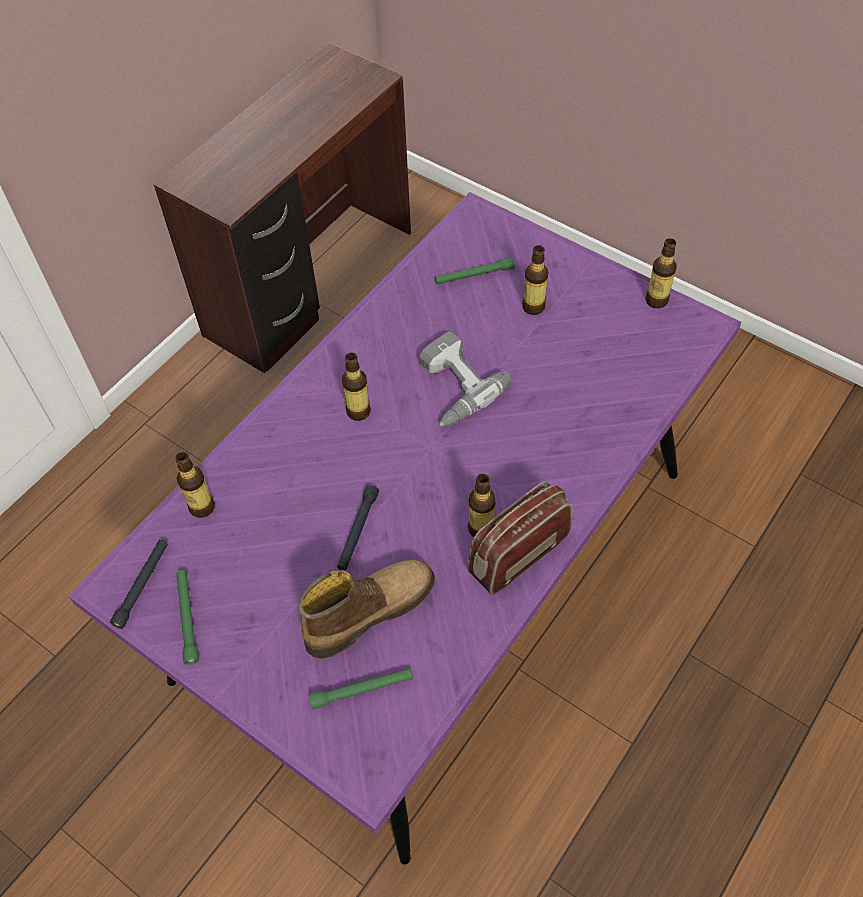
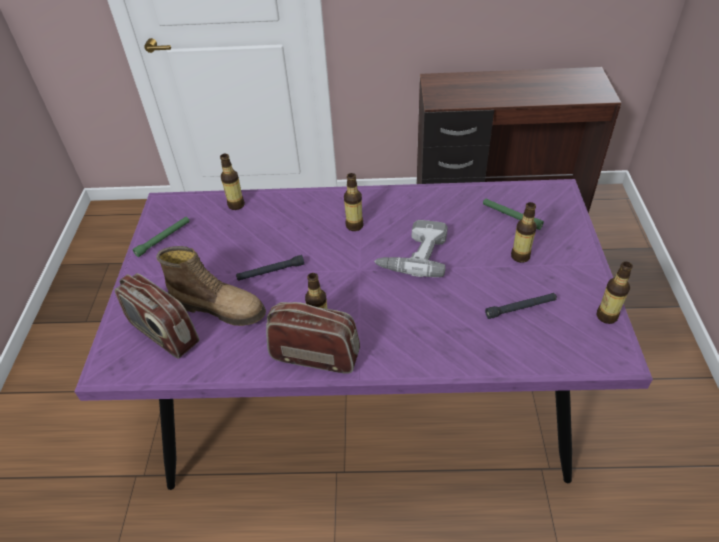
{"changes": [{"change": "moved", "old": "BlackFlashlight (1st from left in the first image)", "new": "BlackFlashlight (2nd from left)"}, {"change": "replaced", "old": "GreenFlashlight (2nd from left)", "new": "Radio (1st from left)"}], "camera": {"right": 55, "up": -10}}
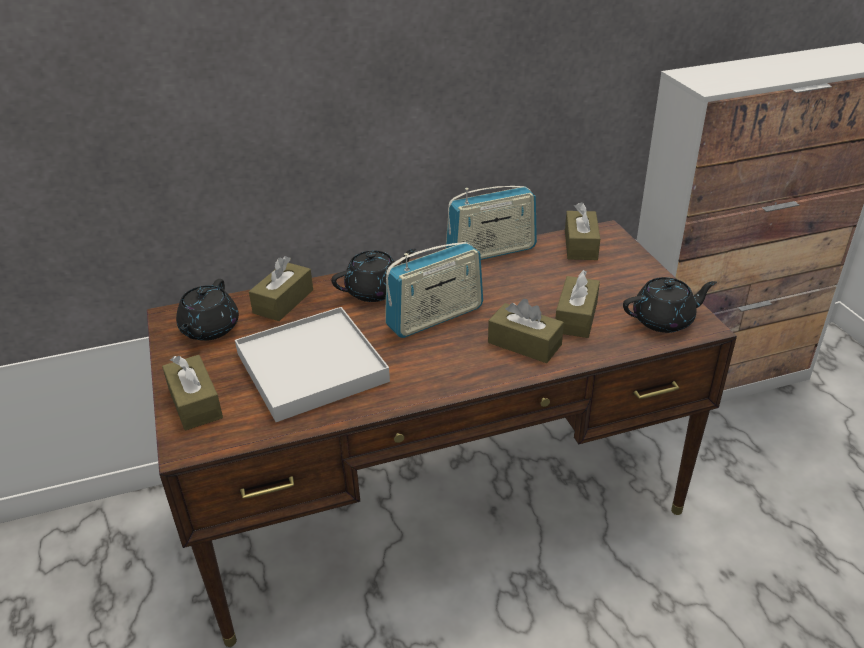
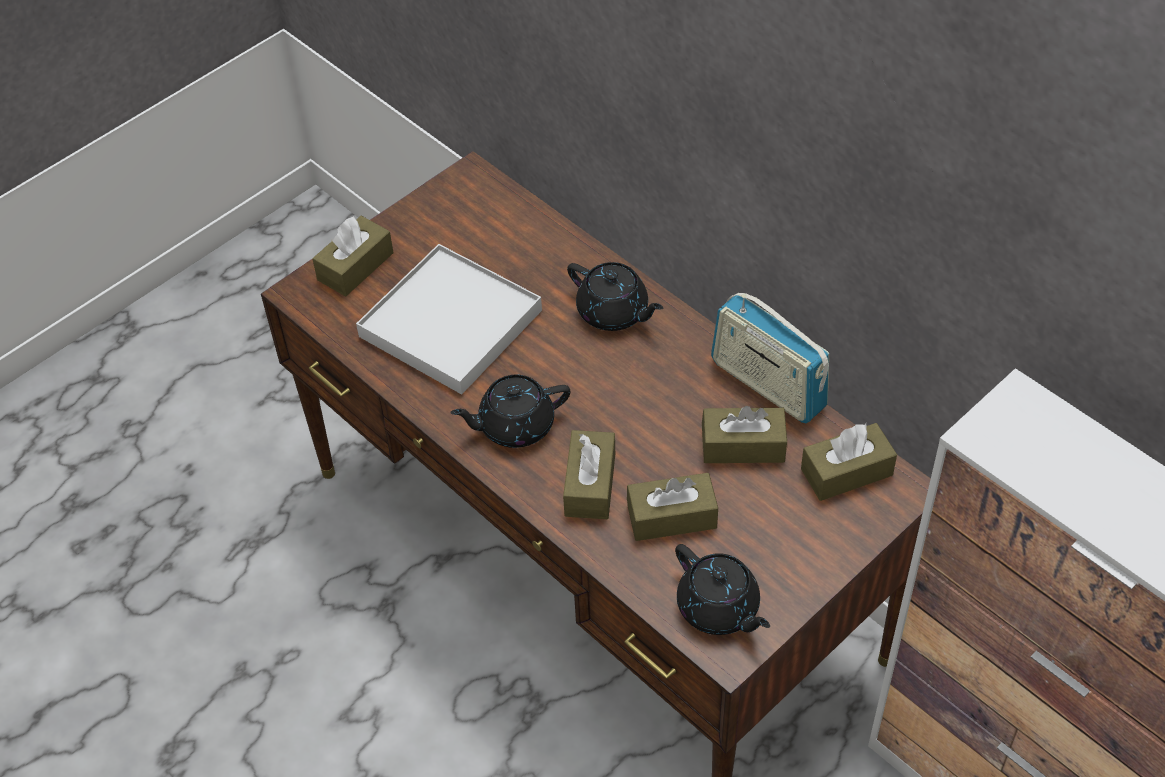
{"changes": [{"change": "removed", "old": "Radio (1st from left)"}, {"change": "moved", "old": "BlackTeapot (1st from left)"}, {"change": "moved", "old": "BrownTissueBox (2nd from left in the first image)", "new": "BrownTissueBox (4th from left)"}], "camera": {"right": 65, "up": 15}}
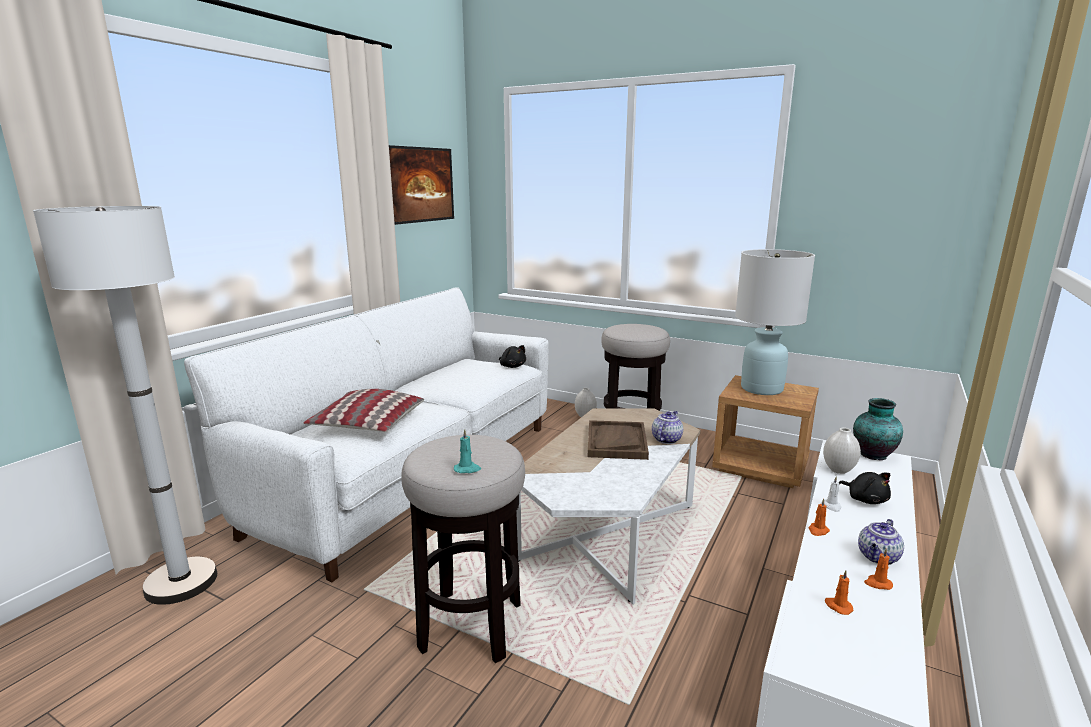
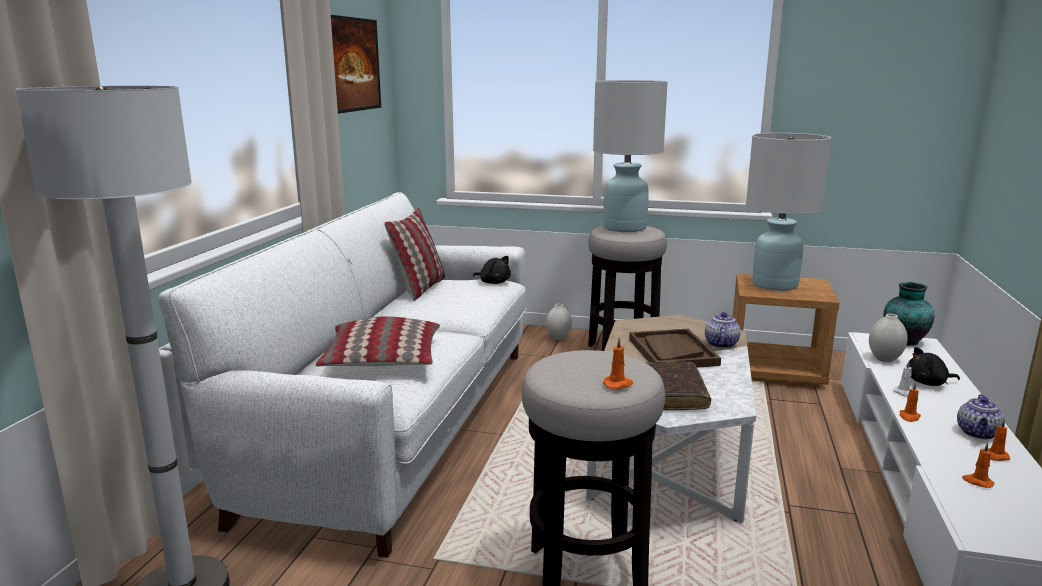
{"changes": [{"change": "added", "new": "Pillow (2nd from left)"}, {"change": "added", "new": "WhiteTableLamp (1st from left)"}, {"change": "added", "new": "BrownBook"}, {"change": "recoloured", "old": "TurquoiseCandle", "new": "OrangeCandle (1st from left)"}, {"change": "turned", "old": "BlackPlushToy (2nd from left)", "degrees": 135}], "camera": {"right": -15, "up": 0}}
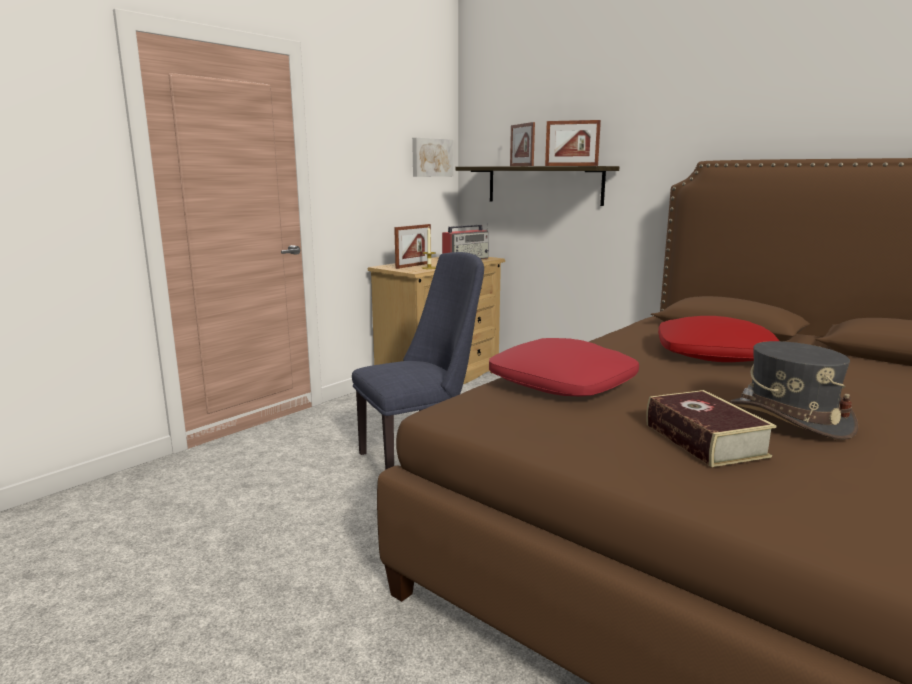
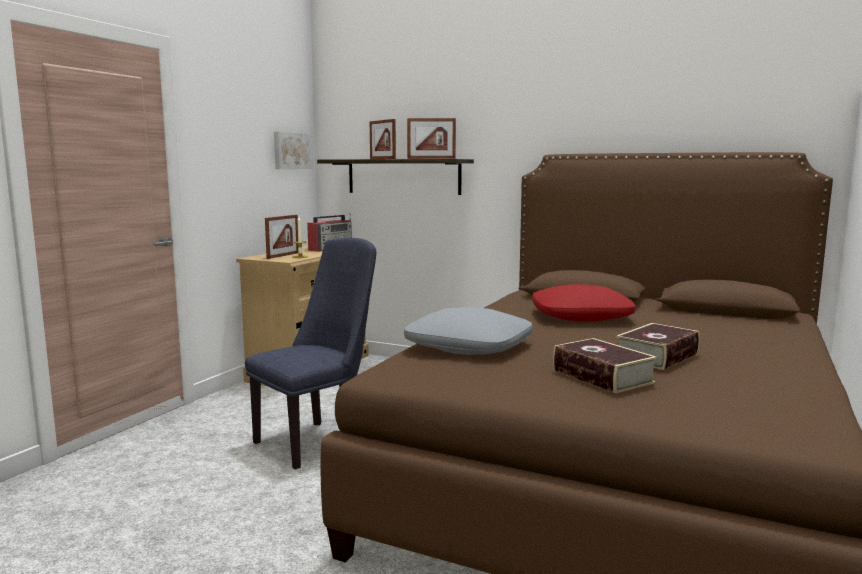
{"changes": [{"change": "replaced", "old": "GreyHat", "new": "Book (2nd from left)"}, {"change": "recoloured", "old": "RedPillow (1st from left)", "new": "GreyPillow"}], "camera": {"right": -15, "up": -5}}
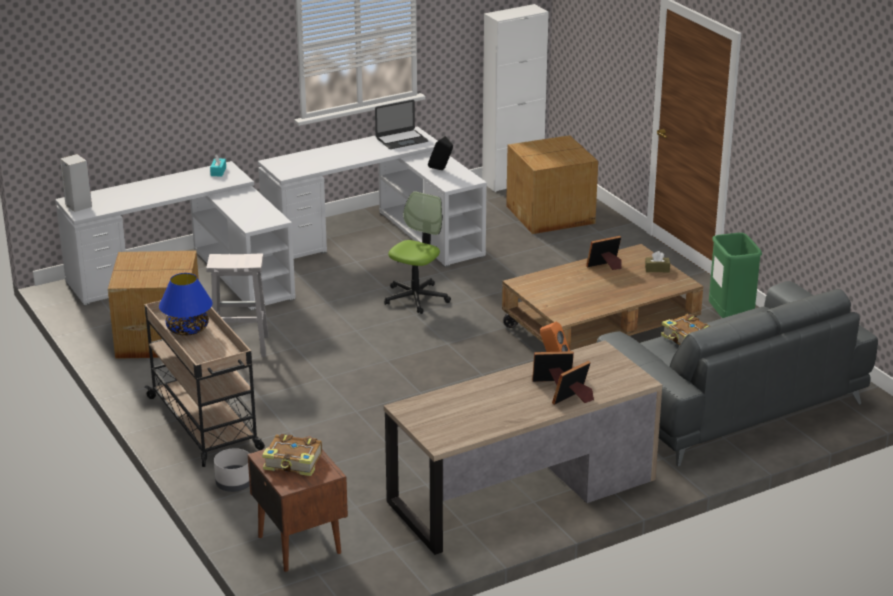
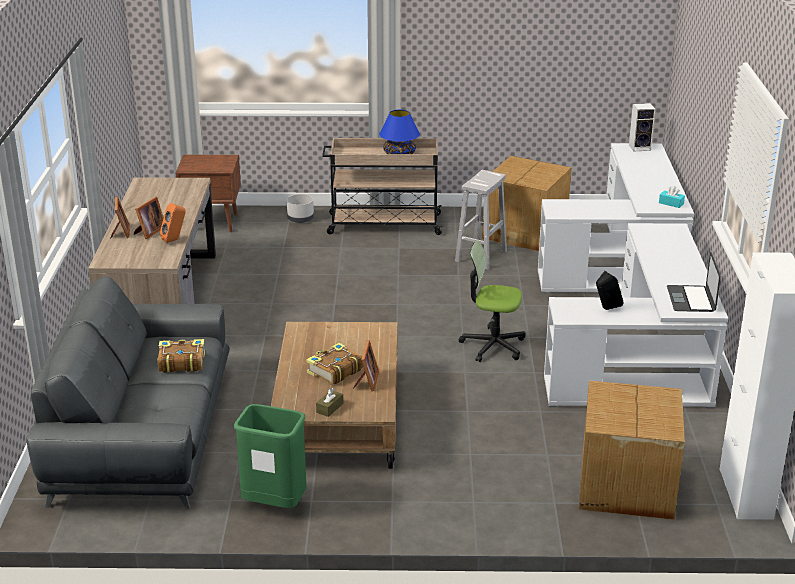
{"changes": [{"change": "moved", "old": "Book (1st from left in the first image)", "new": "Book (2nd from left)"}, {"change": "turned", "old": "OfficeChair", "degrees": 135}], "camera": {"right": 120, "up": 0}}
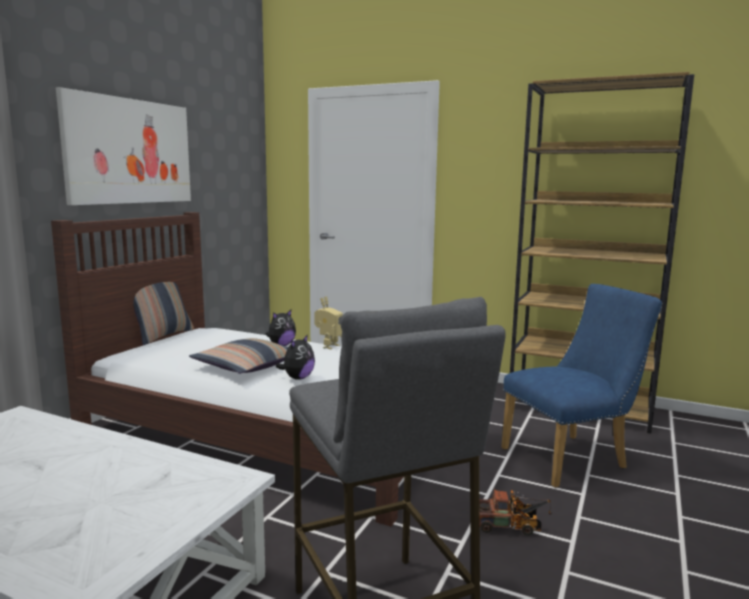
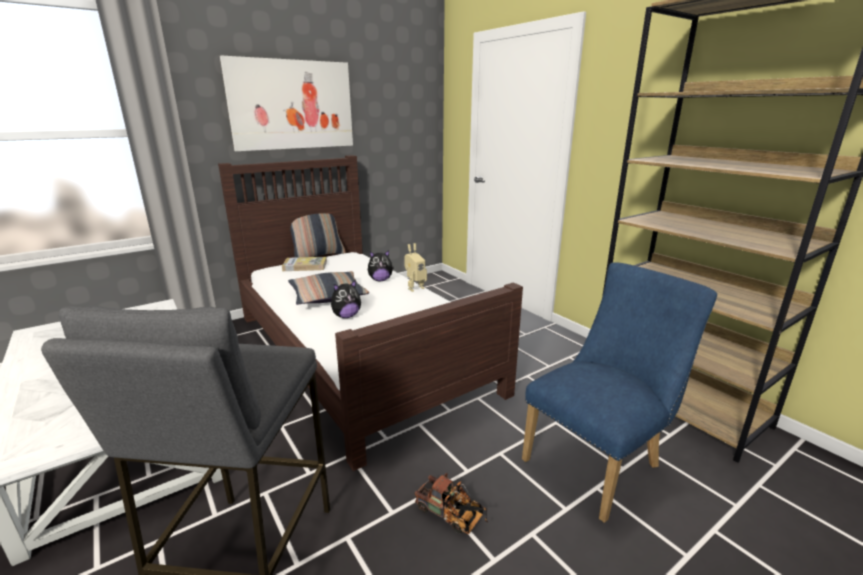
{"changes": [{"change": "added", "new": "Book"}, {"change": "turned", "old": "BlueChair", "degrees": -45}], "camera": {"right": 30, "up": 10}}
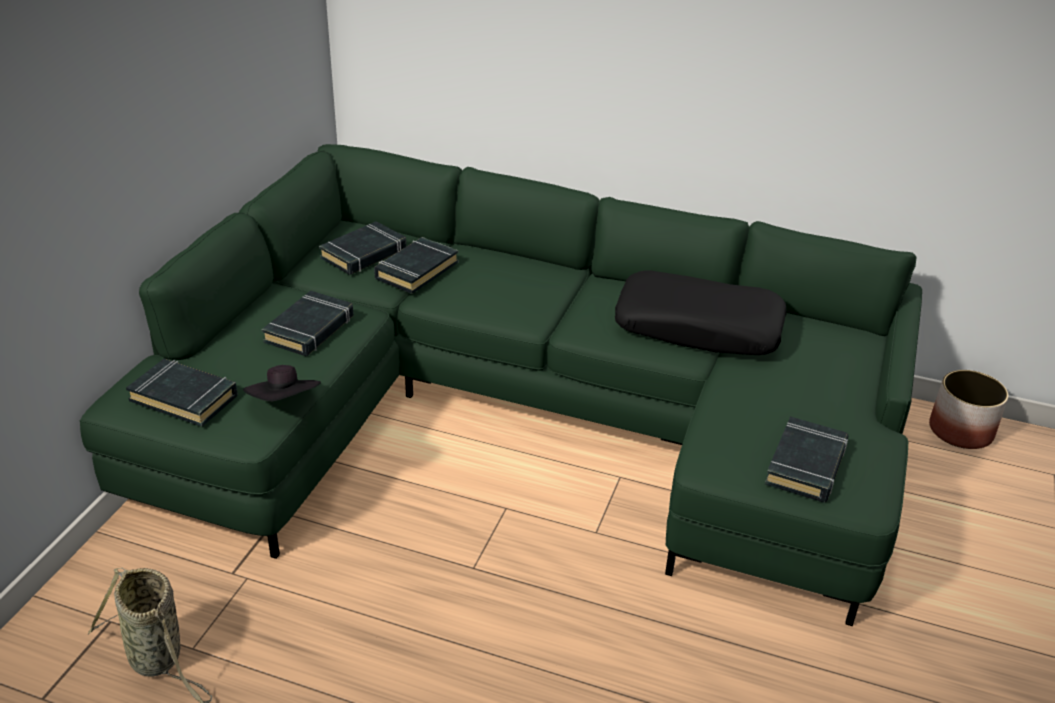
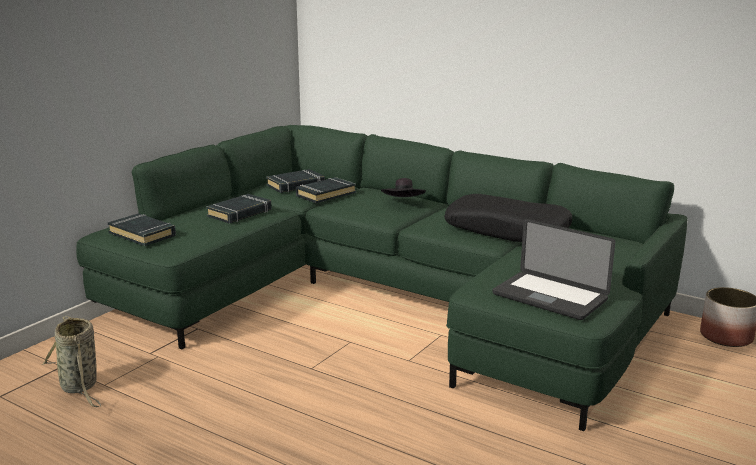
{"changes": [{"change": "moved", "old": "BlackHat"}, {"change": "replaced", "old": "BlackBook (5th from left)", "new": "Laptop"}], "camera": {"right": 15, "up": -15}}
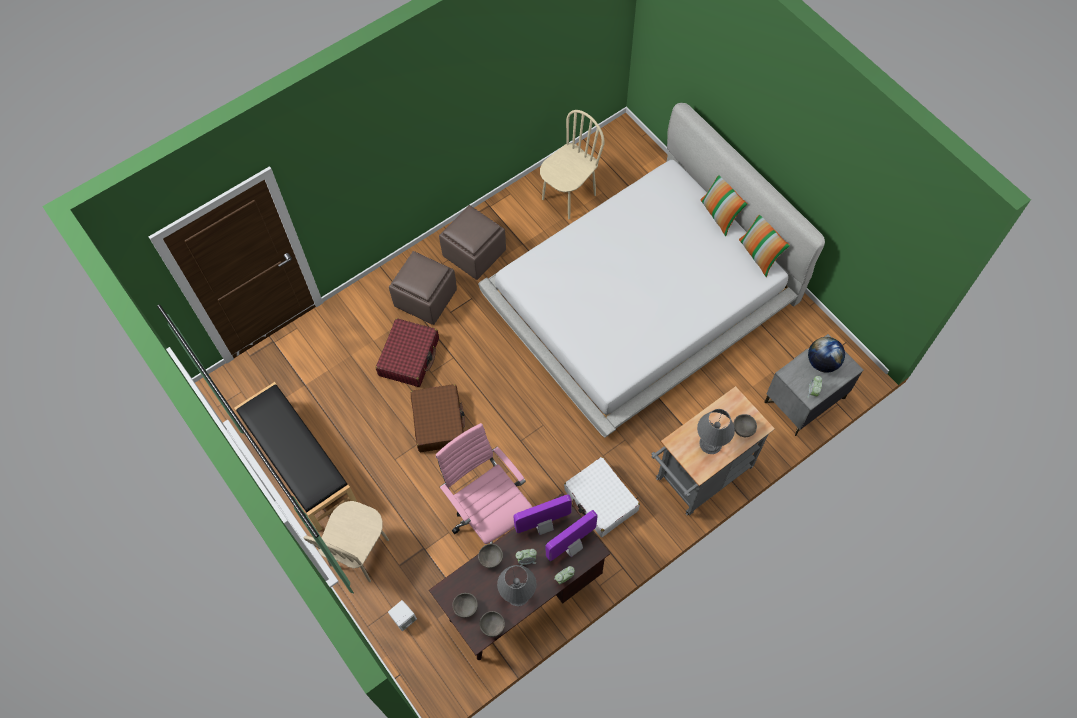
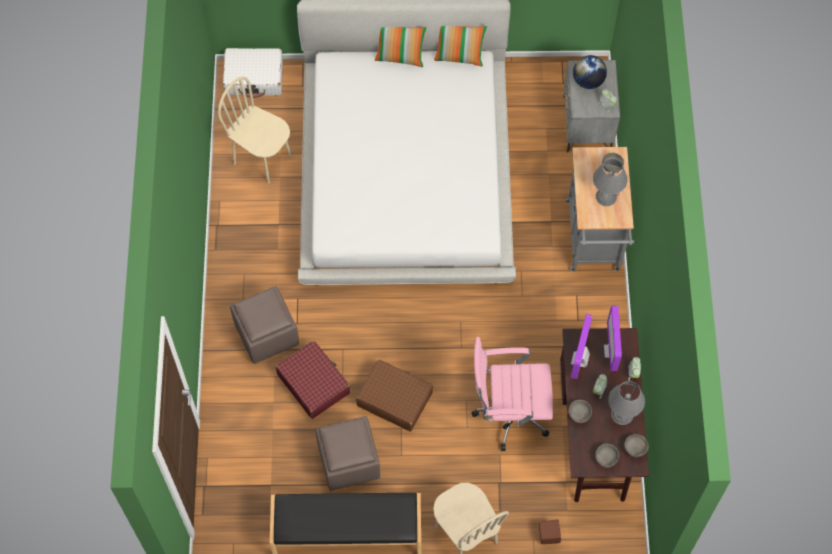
{"changes": [{"change": "moved", "old": "BrownOttoman (2nd from left)"}, {"change": "moved", "old": "WhiteSuitcase"}, {"change": "recoloured", "old": "WhiteSpeaker", "new": "BrownSpeaker"}, {"change": "turned", "old": "BeigeChair (2nd from left in the first image)", "degrees": -45}], "camera": {"right": -55, "up": 0}}
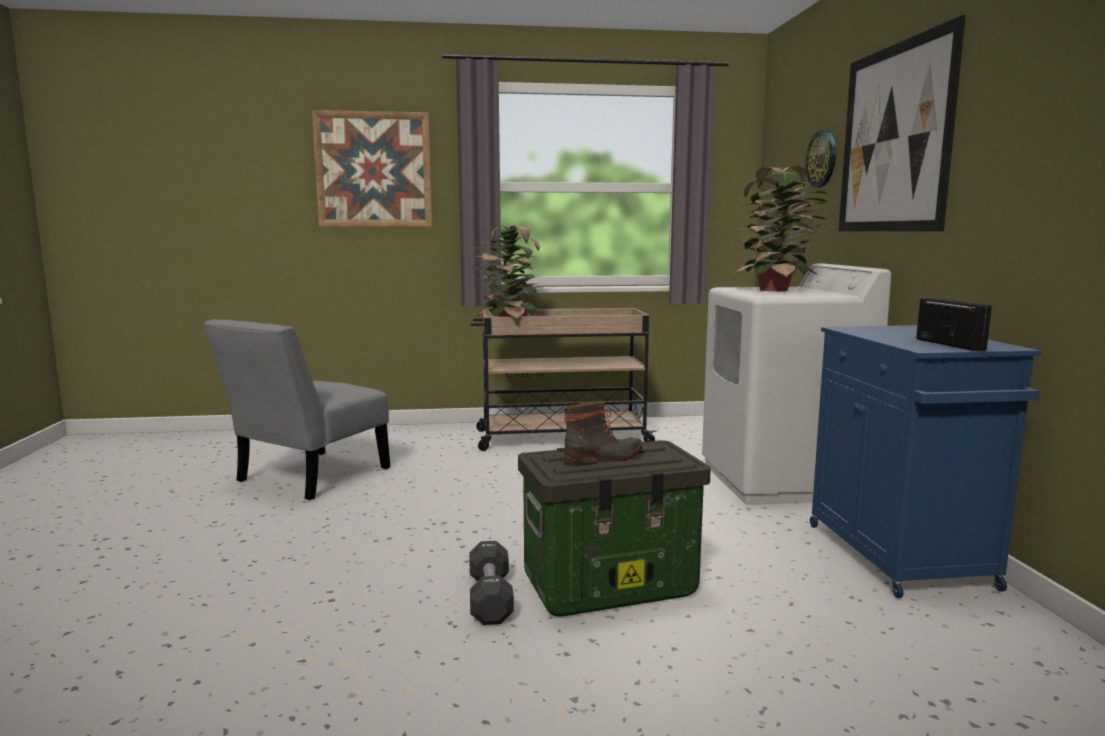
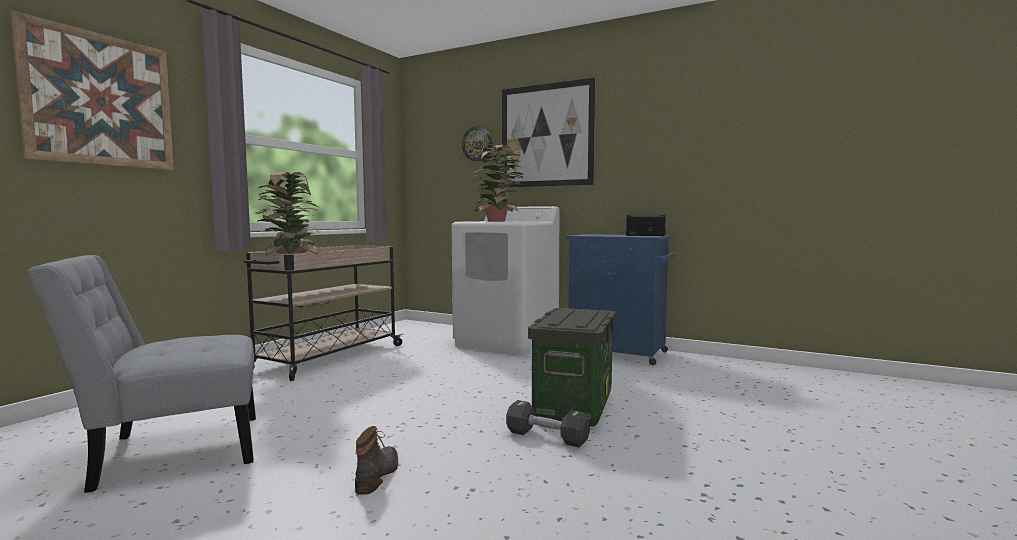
{"changes": [{"change": "moved", "old": "Boot"}, {"change": "turned", "old": "GreyChair", "degrees": 90}], "camera": {"right": -55, "up": -5}}
